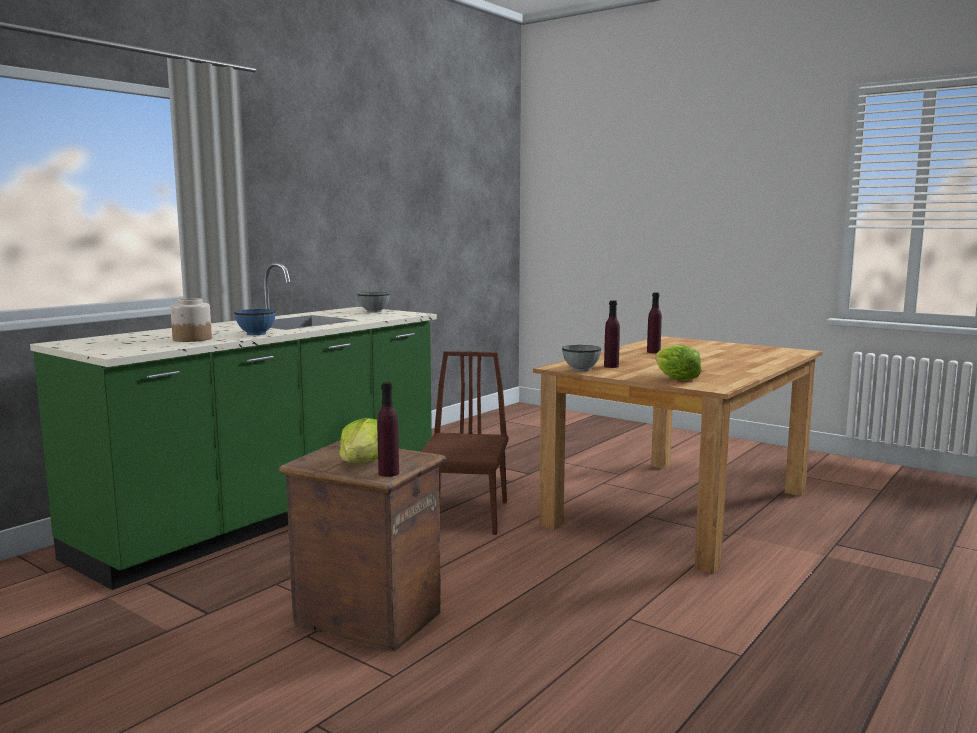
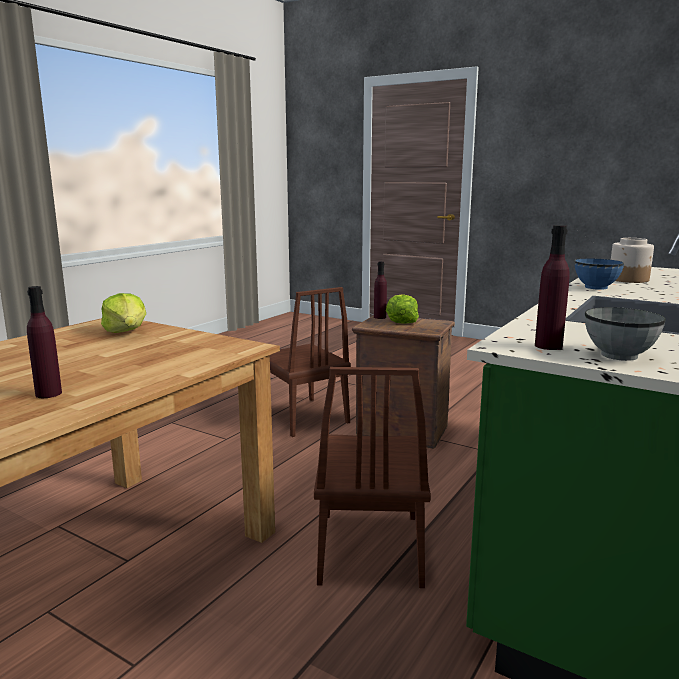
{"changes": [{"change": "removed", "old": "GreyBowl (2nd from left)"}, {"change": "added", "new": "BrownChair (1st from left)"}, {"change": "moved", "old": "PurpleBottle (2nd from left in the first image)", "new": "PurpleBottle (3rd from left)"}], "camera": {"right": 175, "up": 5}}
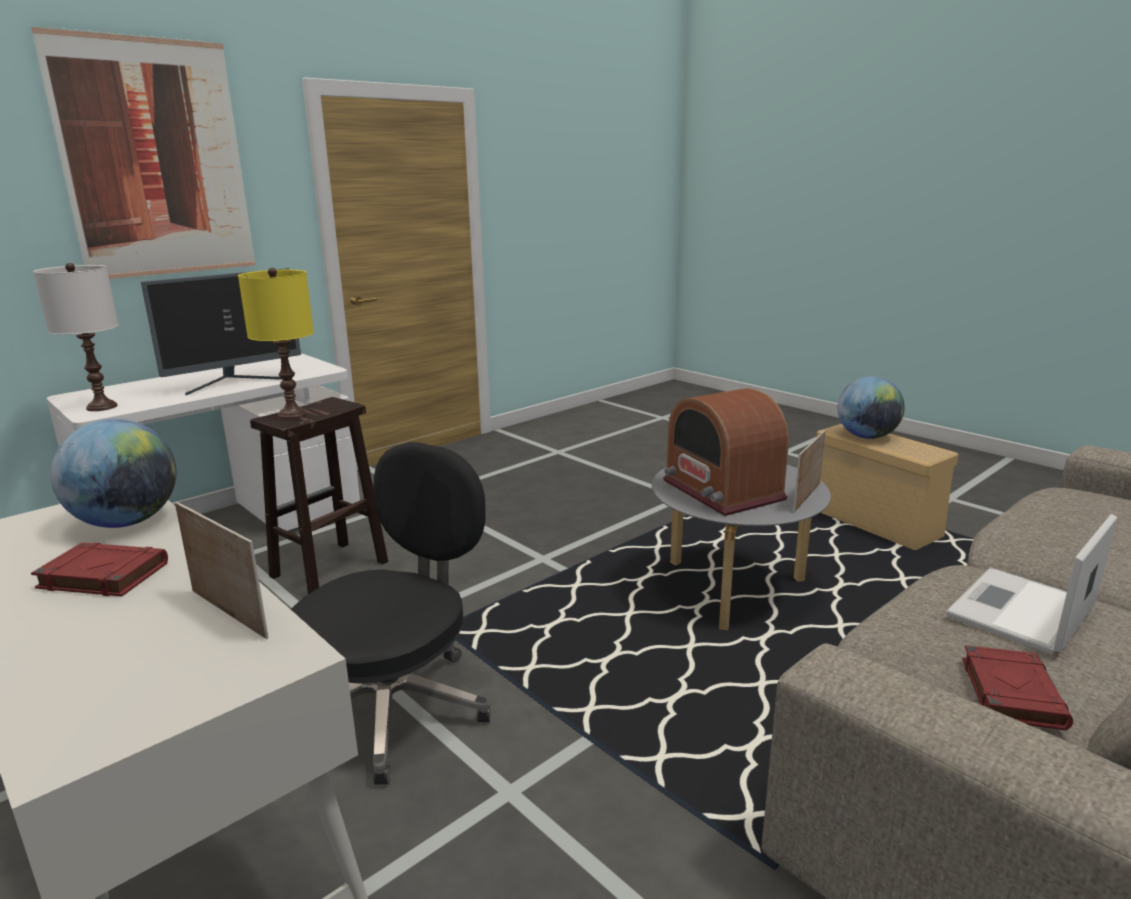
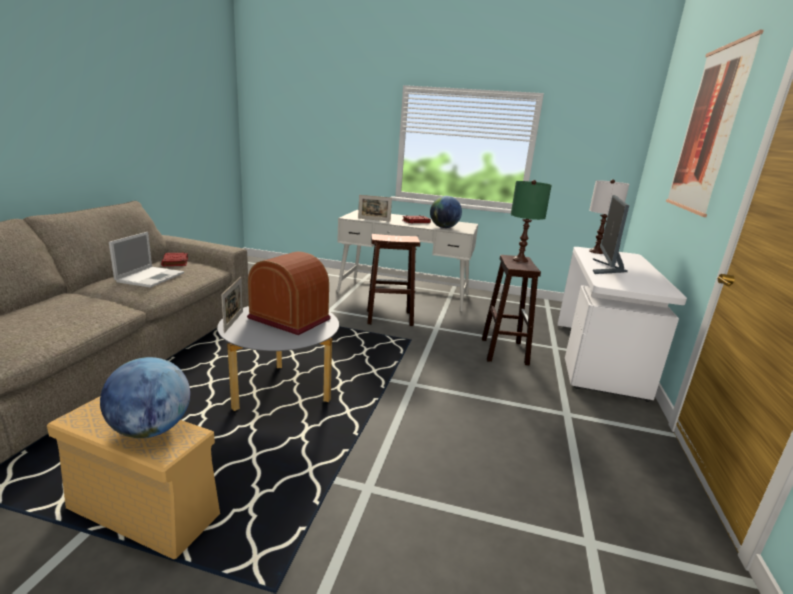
{"changes": [{"change": "replaced", "old": "BlackOfficeChair", "new": "BrownStool (1st from left)"}, {"change": "recoloured", "old": "YellowTableLamp", "new": "GreenTableLamp"}], "camera": {"right": 145, "up": 0}}
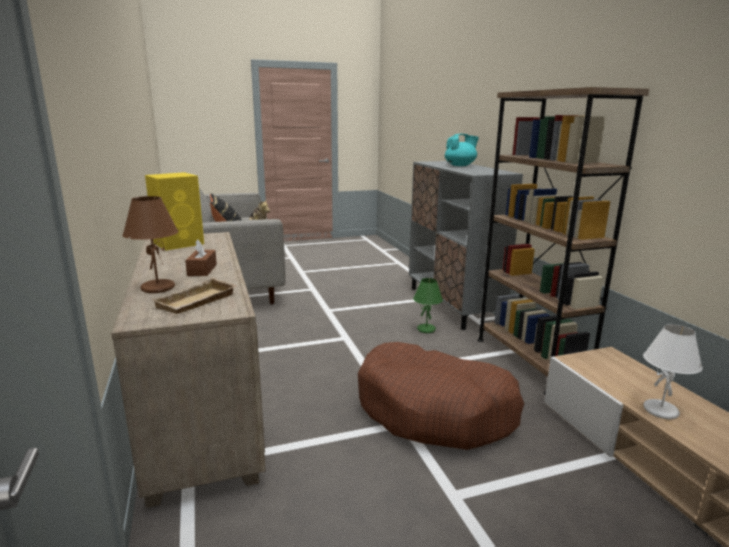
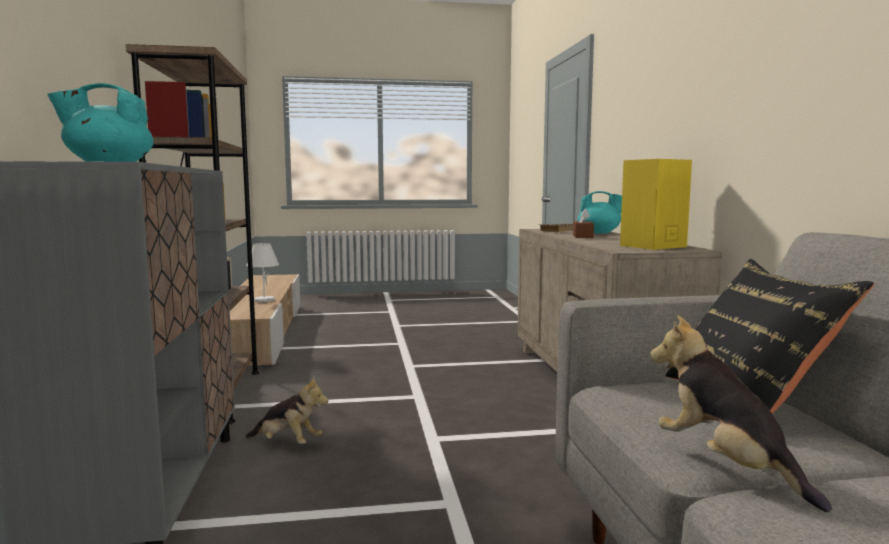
{"changes": [{"change": "removed", "old": "BrownDogBed"}, {"change": "replaced", "old": "BrownTableLamp", "new": "TurquoiseTeapot (2nd from left)"}, {"change": "replaced", "old": "GreenTableLamp", "new": "PlushToy (1st from left)"}], "camera": {"right": -170, "up": -10}}
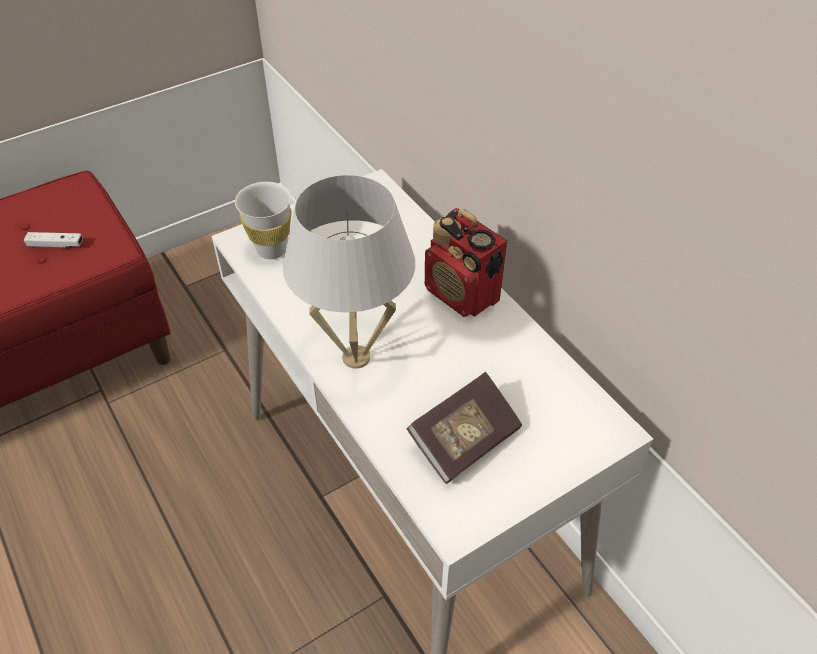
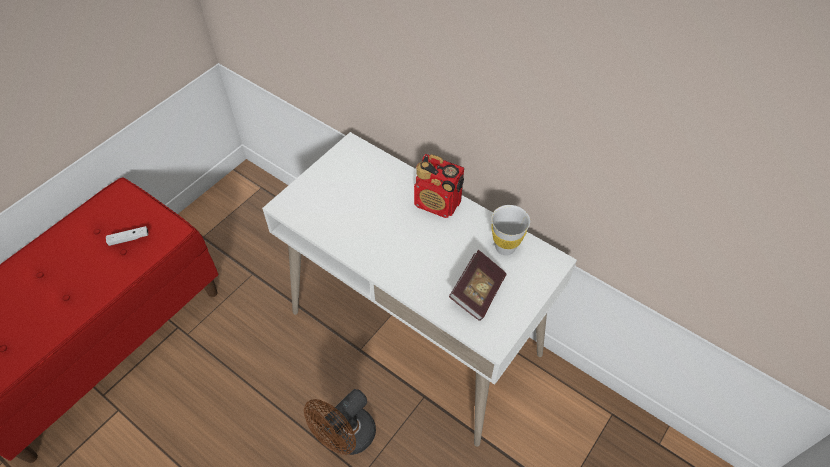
{"changes": [{"change": "removed", "old": "WhiteTableLamp"}, {"change": "added", "new": "BrownFan"}, {"change": "moved", "old": "WhiteCup"}], "camera": {"right": -20, "up": 5}}
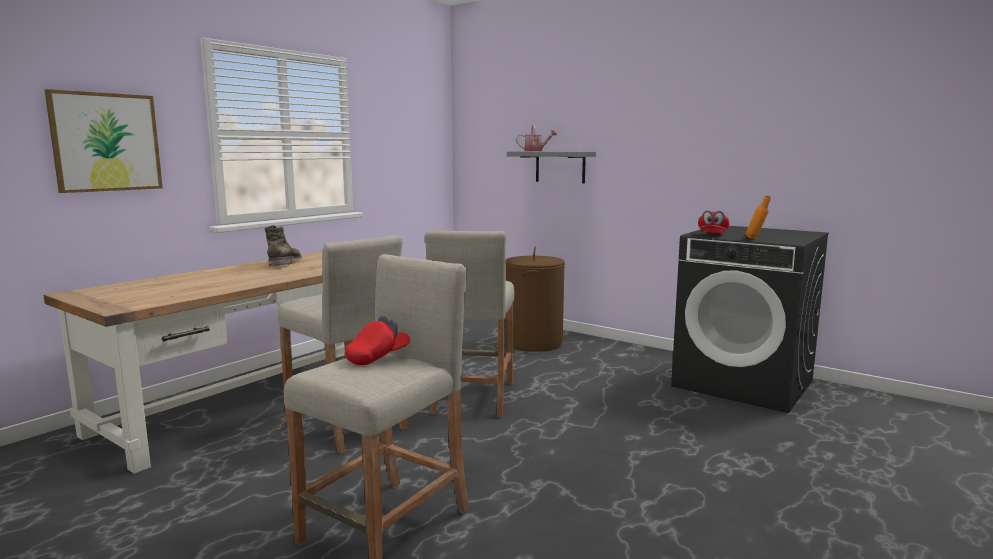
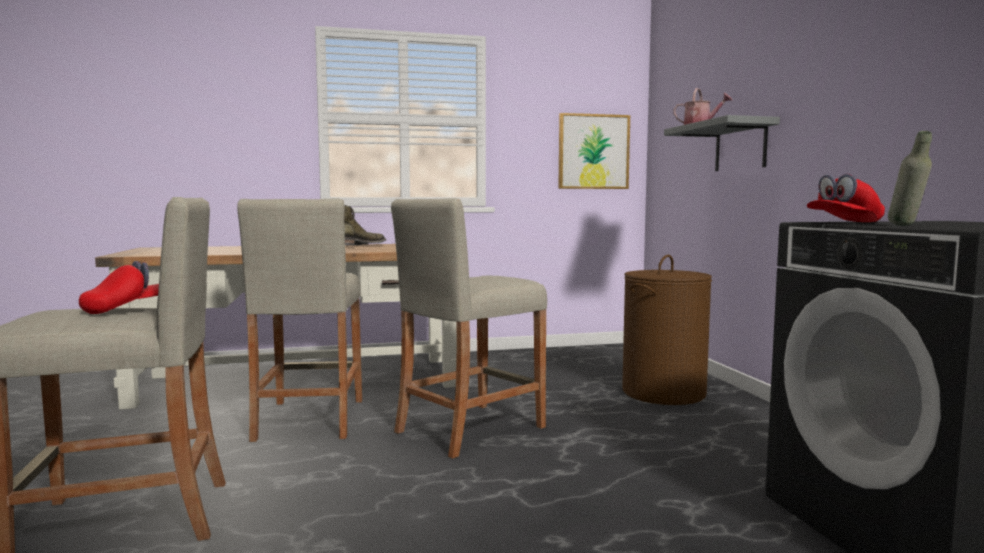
{"changes": [{"change": "moved", "old": "Picture"}, {"change": "recoloured", "old": "OrangeBottle", "new": "GreyBottle"}, {"change": "turned", "old": "RedCap (1st from left)", "degrees": -45}], "camera": {"right": 40, "up": -5}}
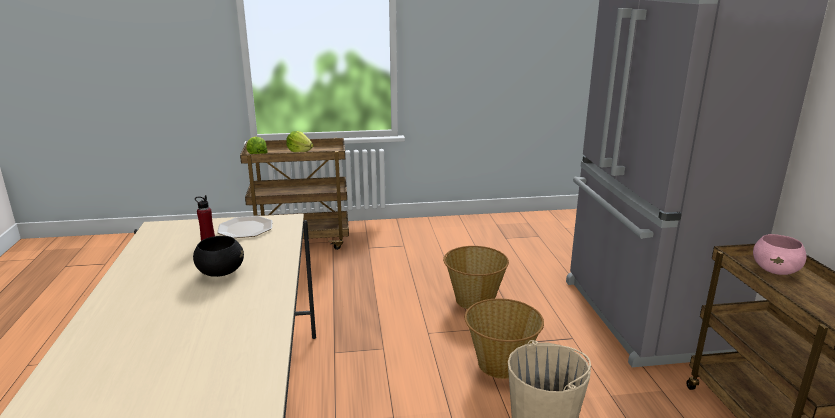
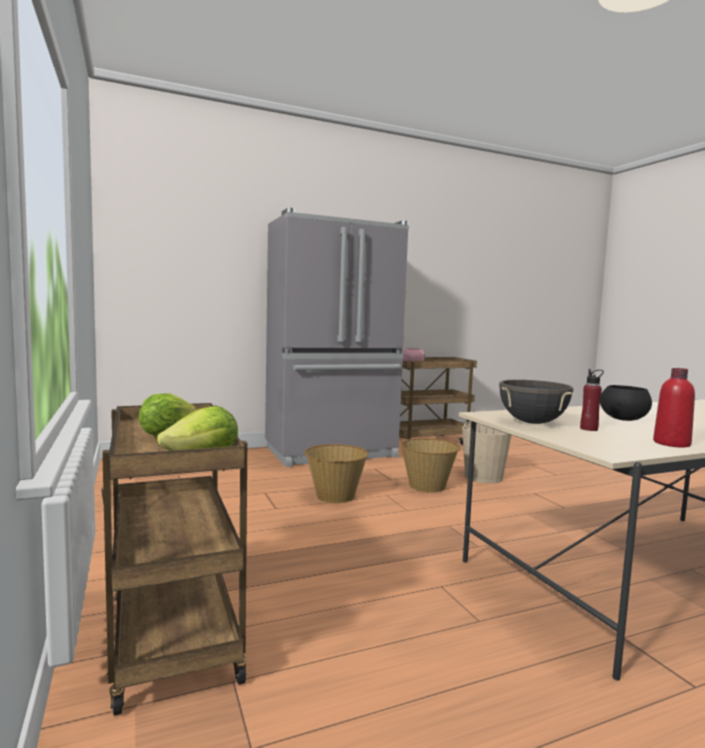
{"changes": [{"change": "added", "new": "RedBottle (2nd from left)"}, {"change": "replaced", "old": "Plate", "new": "BlackCookingPot"}], "camera": {"right": -105, "up": -15}}
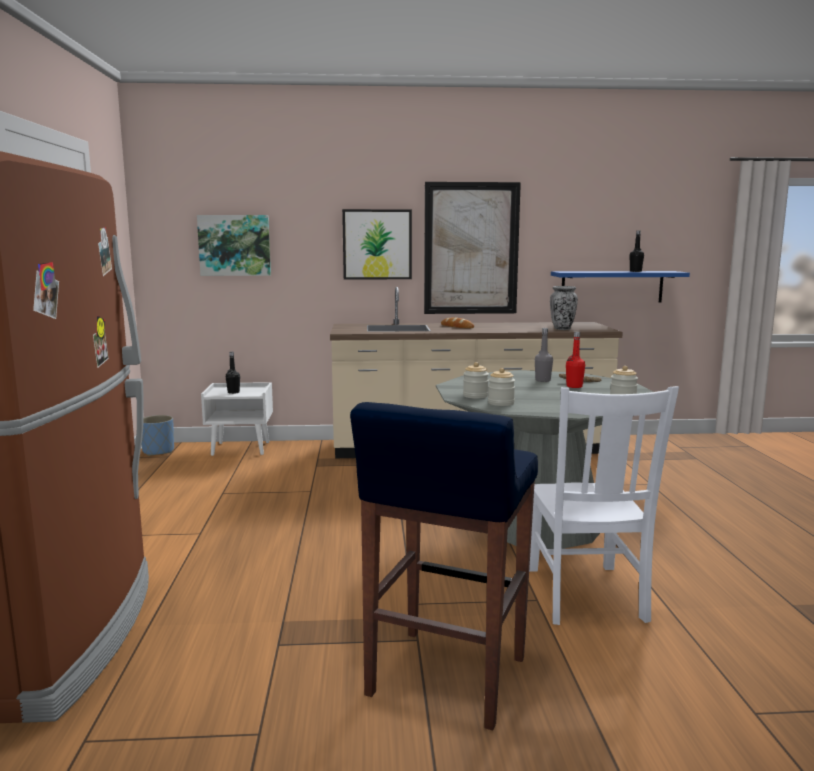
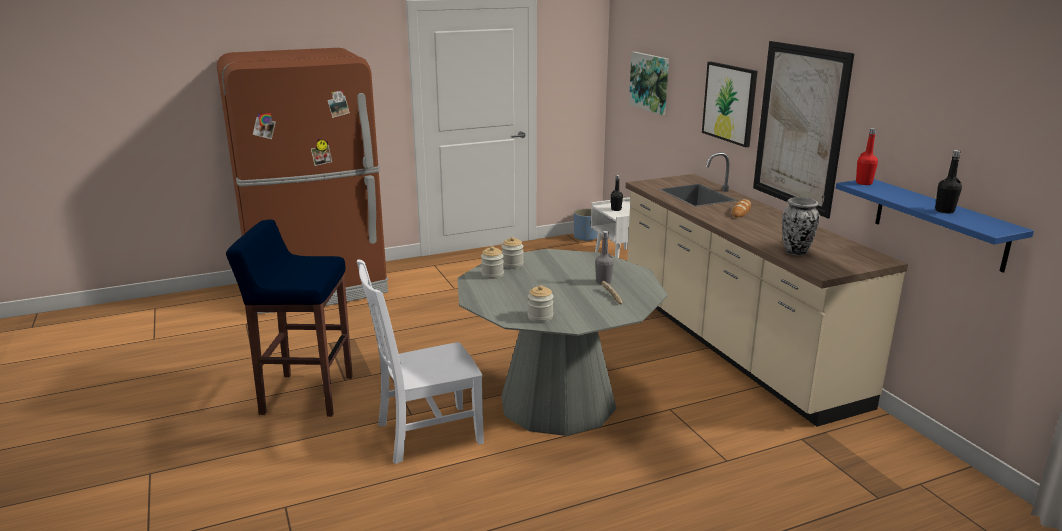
{"changes": [{"change": "moved", "old": "RedBottle"}], "camera": {"right": 70, "up": 10}}
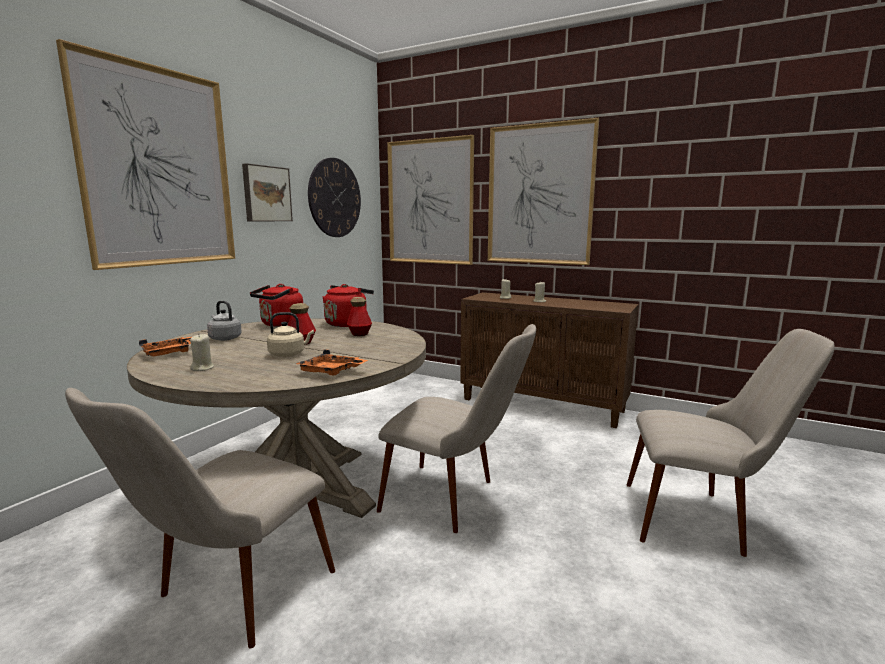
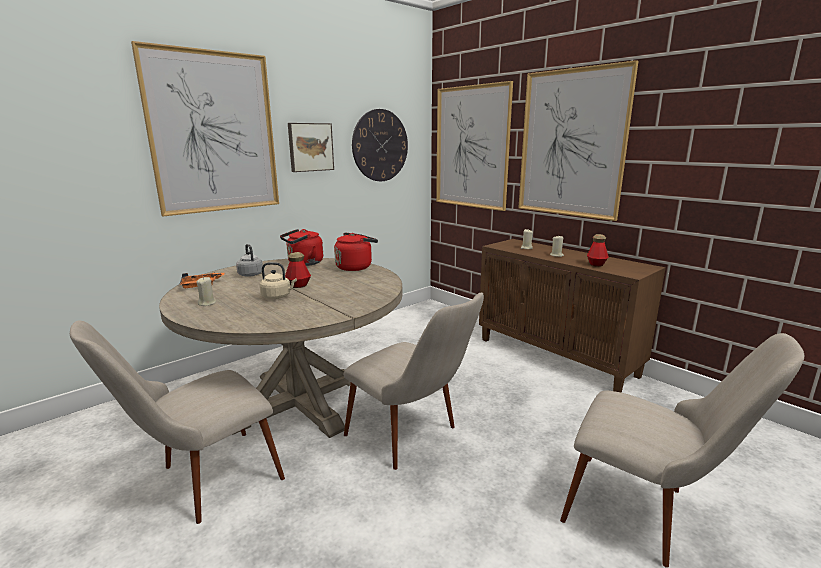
{"changes": [{"change": "removed", "old": "OrangeTray (2nd from left)"}, {"change": "moved", "old": "Bottle (2nd from left)"}], "camera": {"right": 20, "up": 5}}
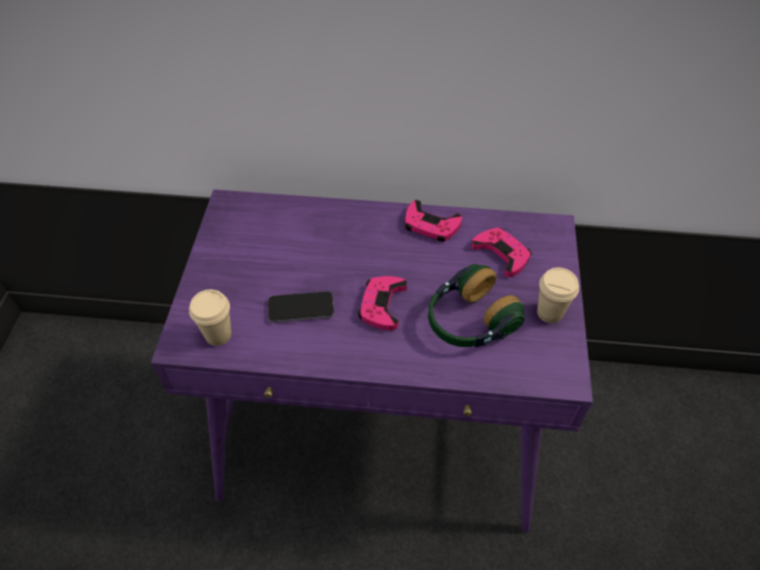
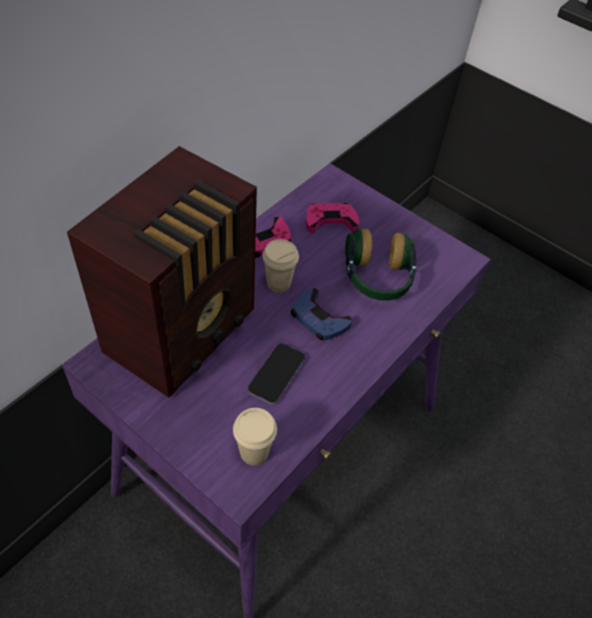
{"changes": [{"change": "added", "new": "Radio"}, {"change": "moved", "old": "BeigeCup (2nd from left)"}, {"change": "recoloured", "old": "PinkGameController (1st from left)", "new": "BlueGameController"}], "camera": {"right": -60, "up": 0}}
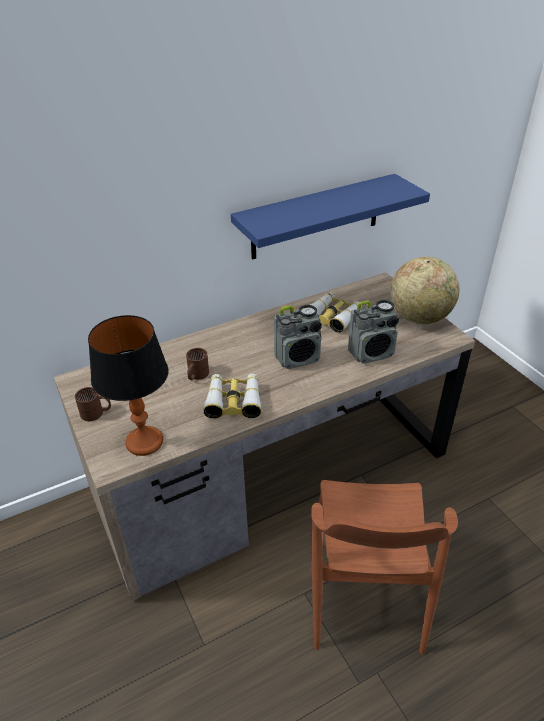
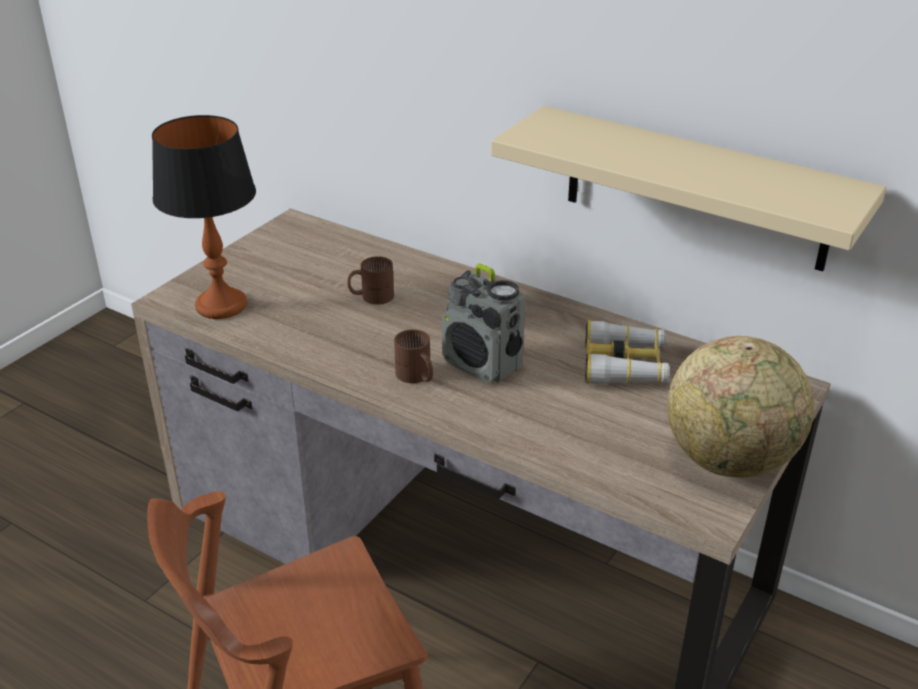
{"changes": [{"change": "removed", "old": "Binoculars (1st from left)"}, {"change": "removed", "old": "Radio (2nd from left)"}, {"change": "moved", "old": "BrownMug (1st from left in the first image)", "new": "BrownMug (2nd from left)"}, {"change": "recoloured", "old": "BlueShelf", "new": "BeigeShelf"}], "camera": {"right": 60, "up": -5}}
